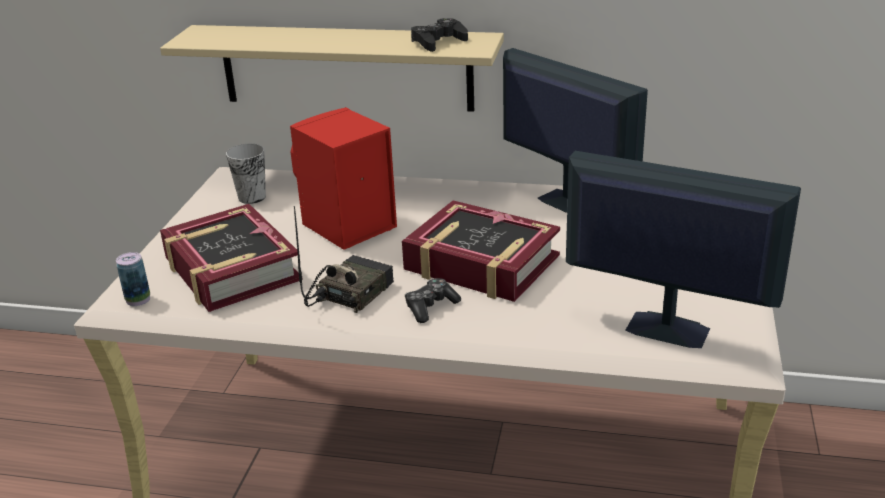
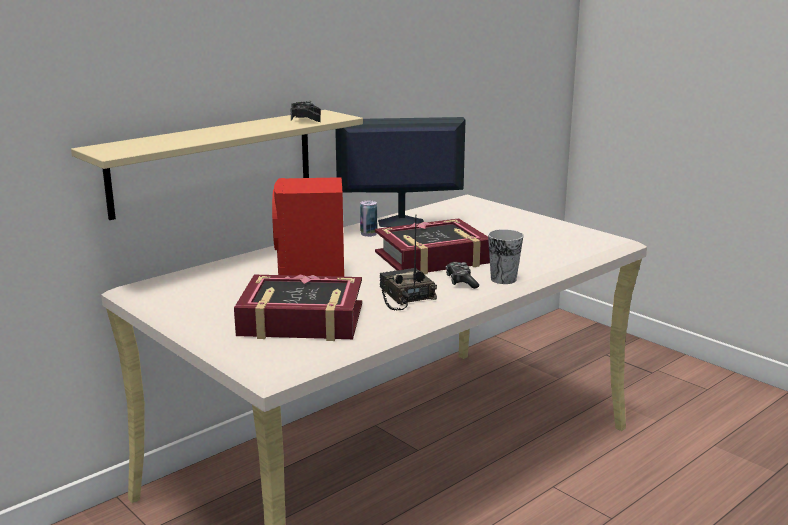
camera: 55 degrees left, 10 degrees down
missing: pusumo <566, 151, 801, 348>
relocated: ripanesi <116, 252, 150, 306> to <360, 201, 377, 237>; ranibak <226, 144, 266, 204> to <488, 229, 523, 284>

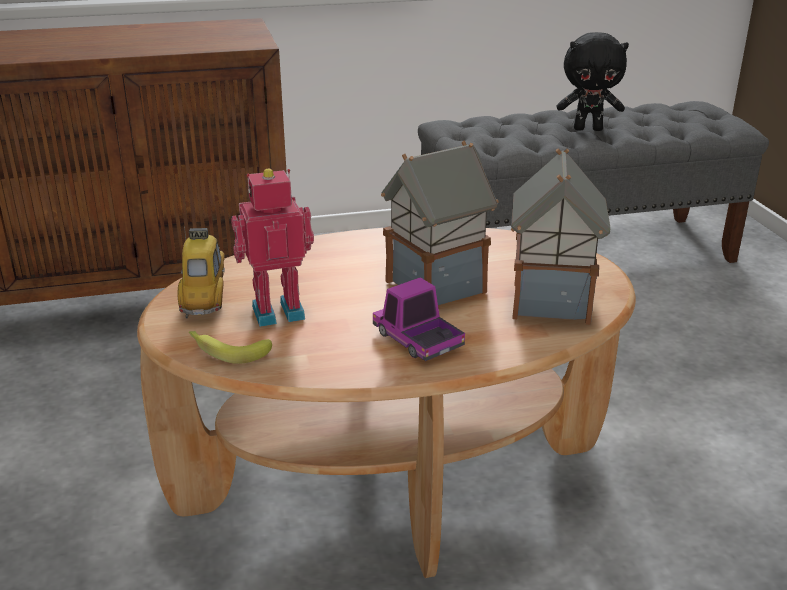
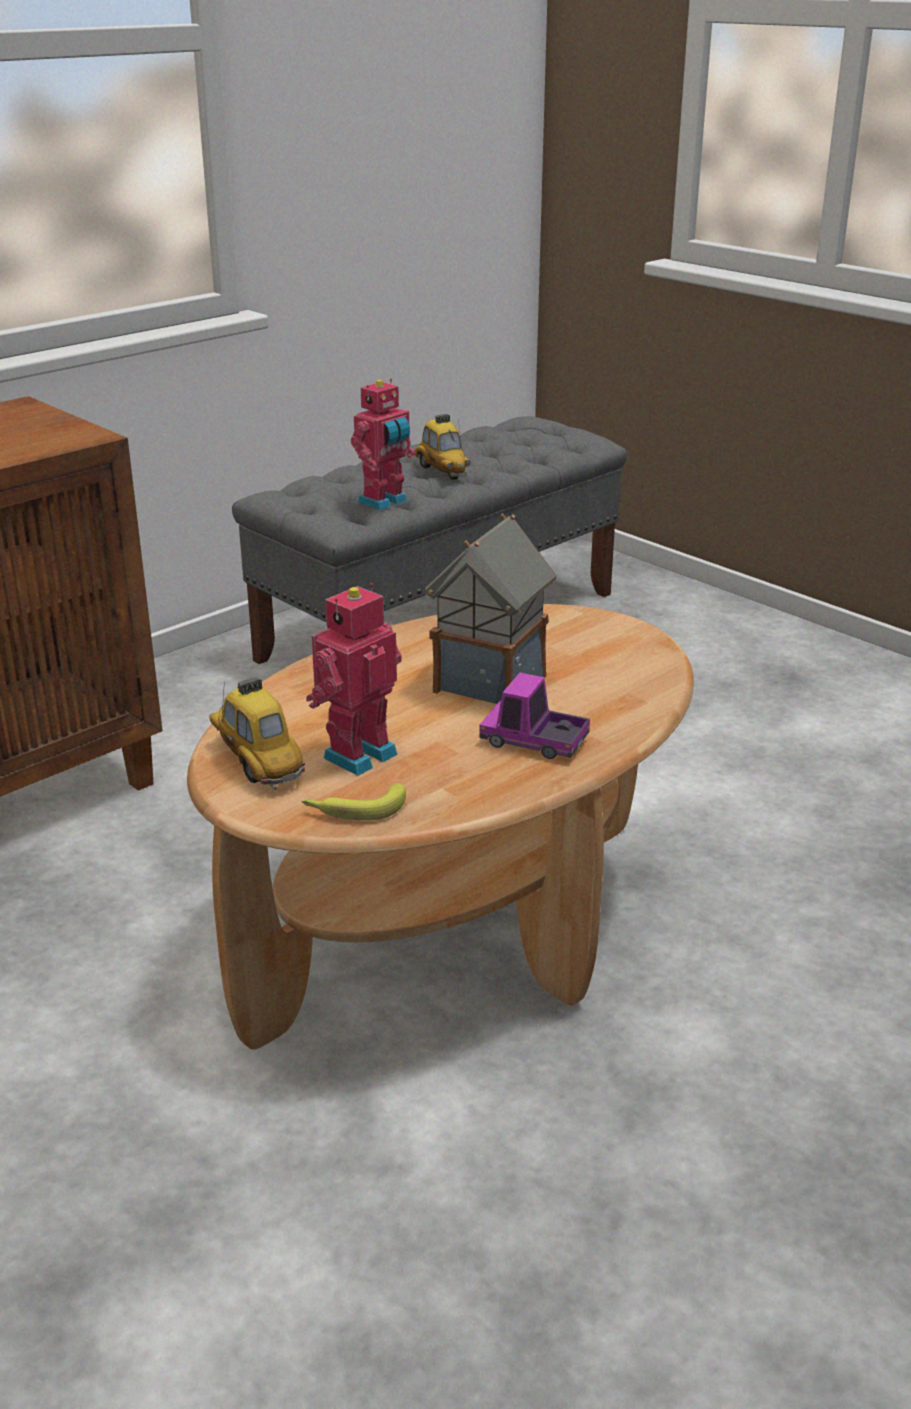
camera: 30 degrees left, 0 degrees up
missing: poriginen <511, 148, 611, 325>
appeared: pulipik <351, 379, 415, 510>
exchanged: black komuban <557, 32, 629, 131> to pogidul <415, 414, 471, 480>

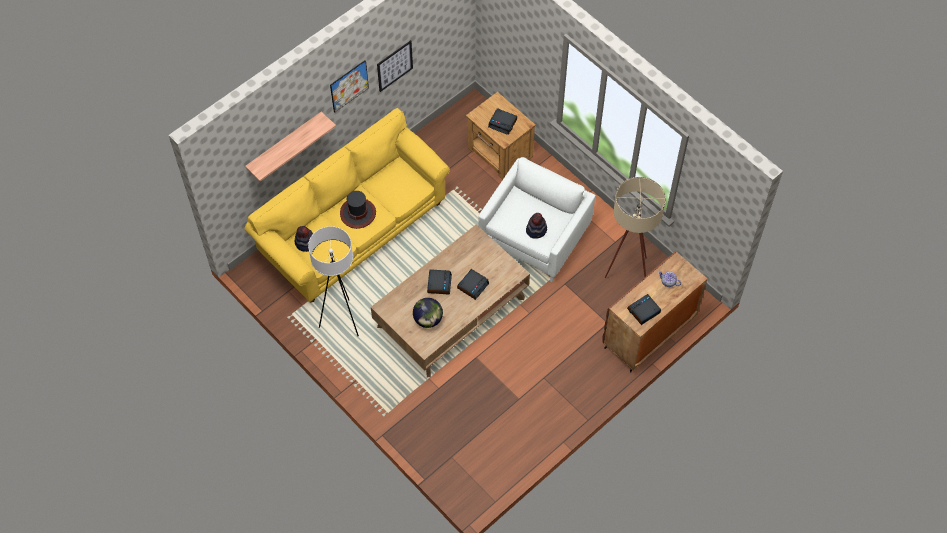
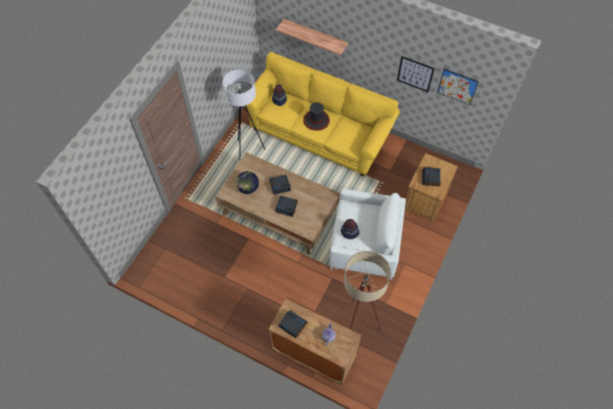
camera: 70 degrees right, 0 degrees up
relocated: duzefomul <330, 60, 369, 113> to <437, 69, 479, 105>

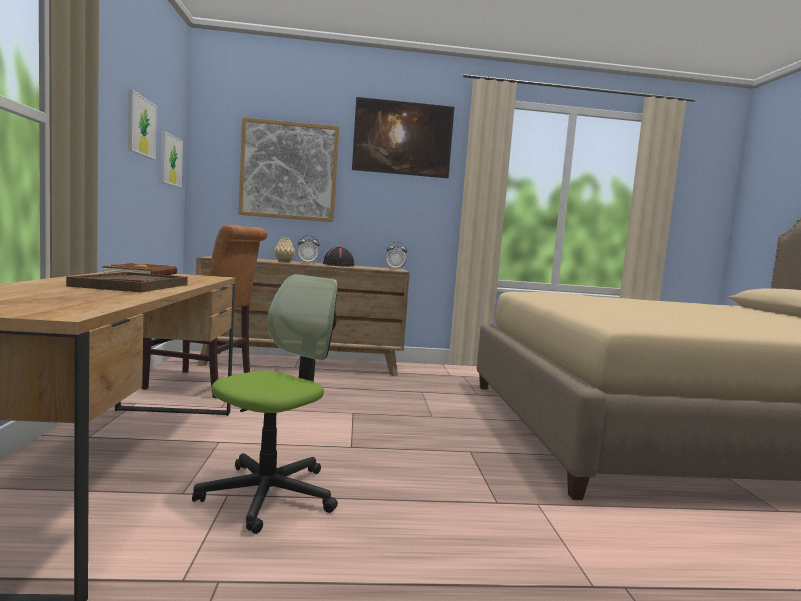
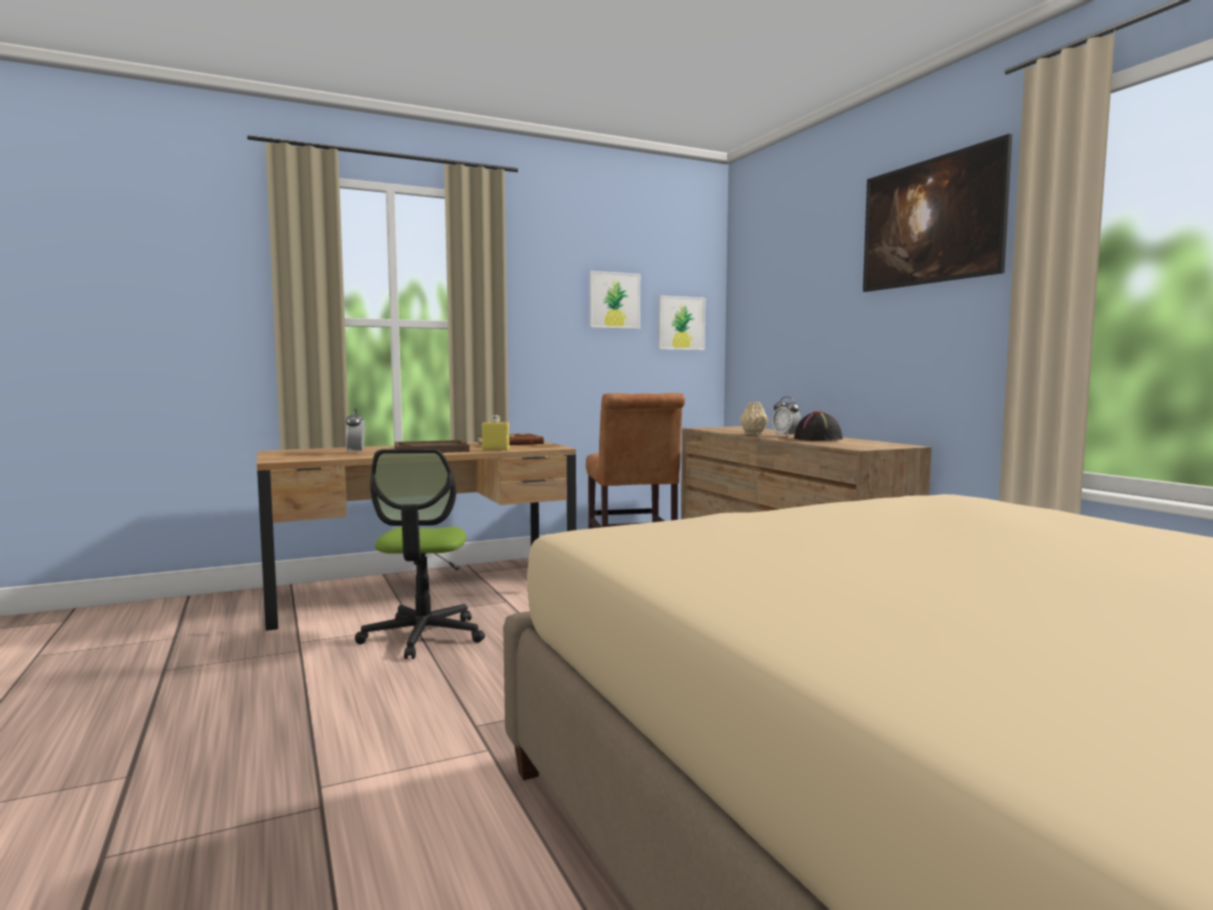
camera: 70 degrees right, 0 degrees up
missing: duzefomul <239, 117, 339, 222>
appeared: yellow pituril <482, 415, 509, 450>
relocated: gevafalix <386, 242, 407, 270> to <346, 409, 365, 453>
spun: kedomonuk <192, 274, 338, 534> = <355, 449, 485, 659> 75 degrees clockwise

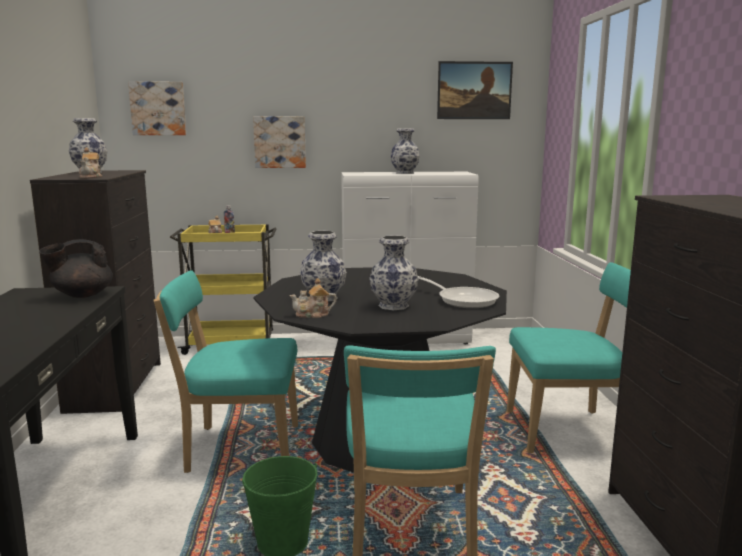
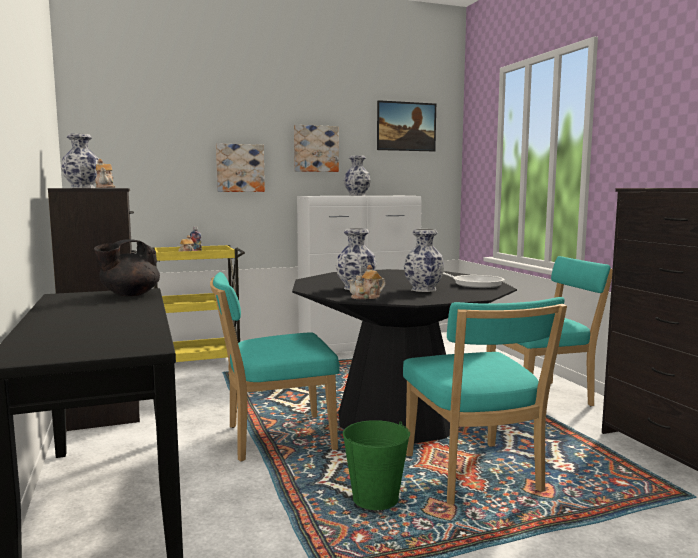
camera: 15 degrees left, 5 degrees down
relocated: duzefomul <128, 81, 186, 135> to <294, 125, 339, 172>

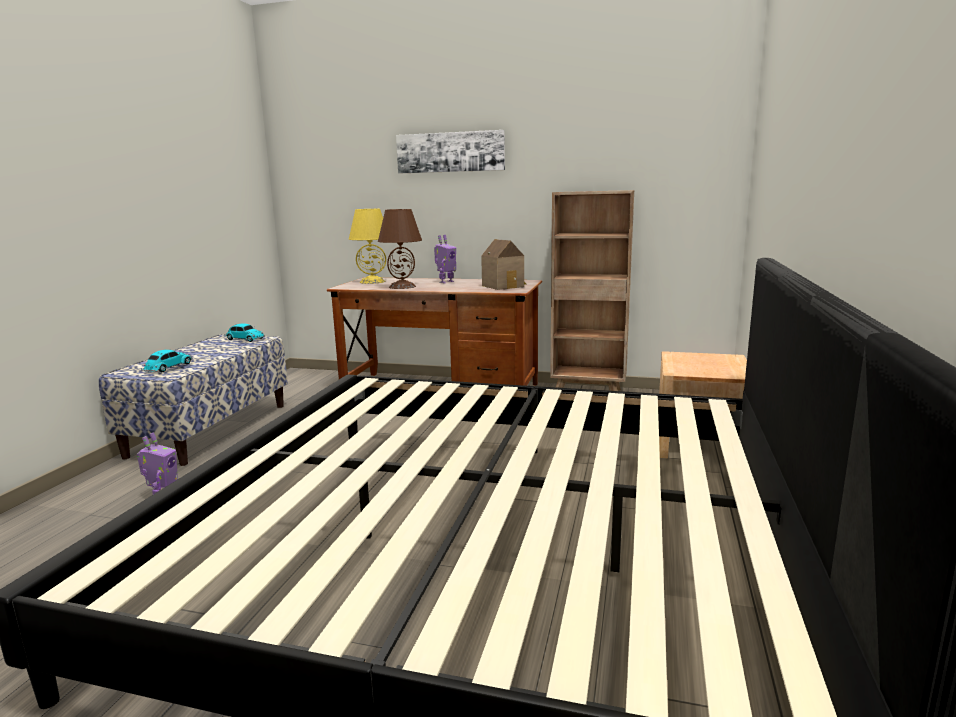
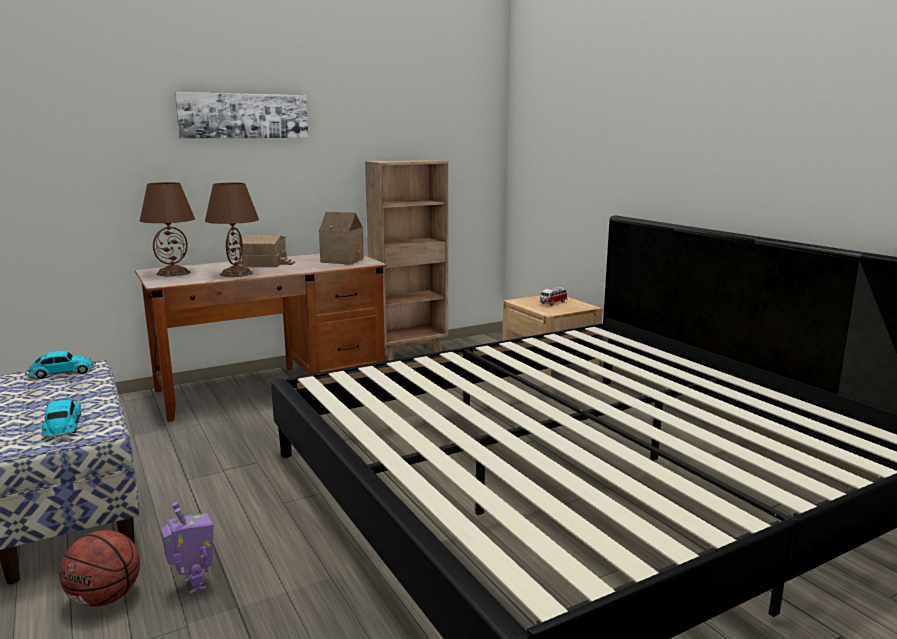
camera: 45 degrees left, 0 degrees up
appeared: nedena <59, 530, 140, 607>; pogidul <540, 287, 567, 306>
exchanged: pulipik <434, 235, 456, 283> to poriginen <237, 235, 295, 267>
colour: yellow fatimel <349, 209, 386, 284> to brown fatimel <140, 182, 195, 276>

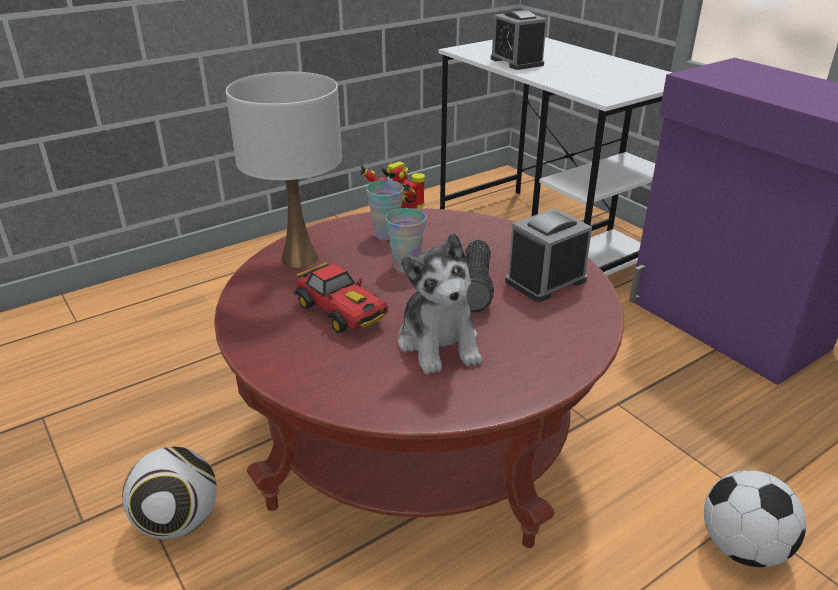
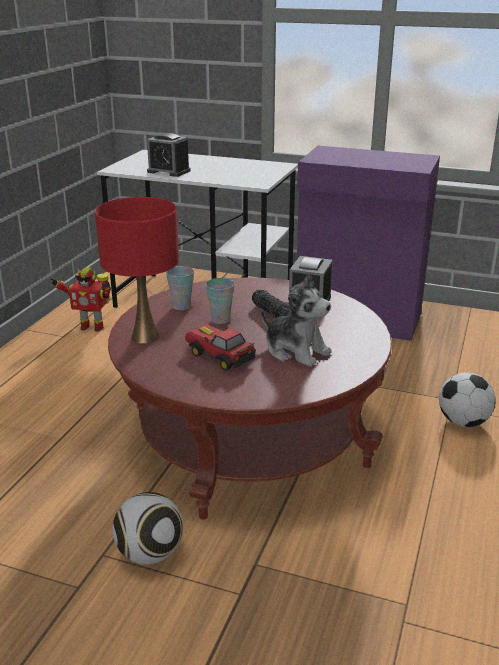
camera: 35 degrees left, 5 degrees down
colour: white fatimel <226, 72, 342, 268> to red fatimel <95, 197, 179, 343>
spun: pogidul <293, 262, 388, 333> = <185, 324, 256, 370> 150 degrees counterclockwise

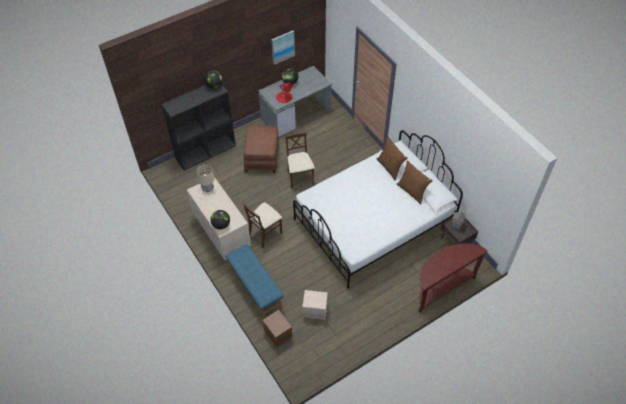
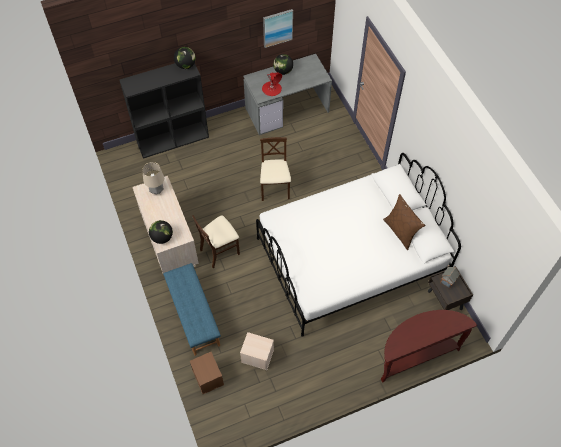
camera: 10 degrees right, 5 degrees up
missing: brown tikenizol <243, 125, 279, 173>; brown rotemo <377, 137, 407, 181>

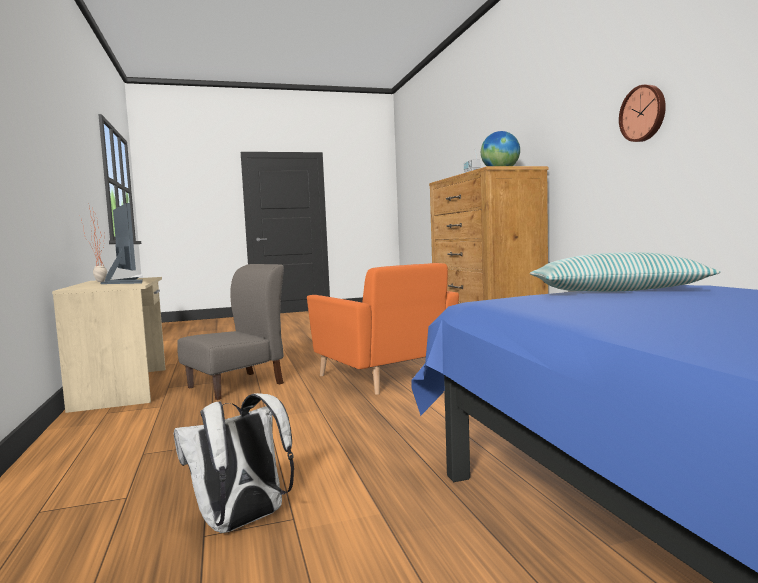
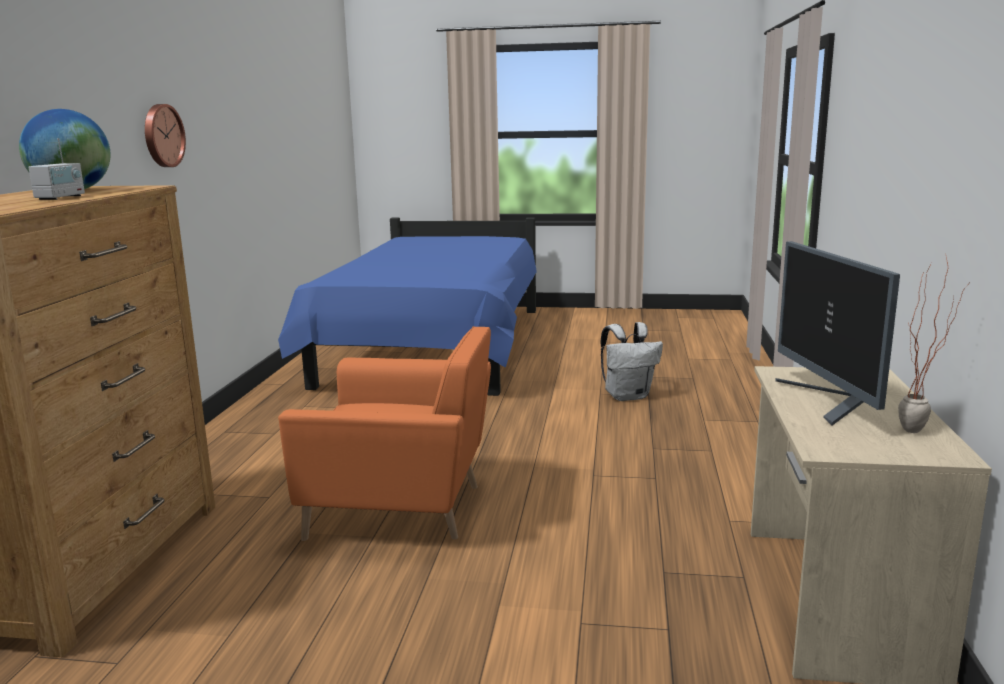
camera: 155 degrees left, 10 degrees up
missing: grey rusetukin <177, 264, 284, 400>; rotemo <530, 252, 720, 292>
spun: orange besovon <307, 263, 459, 395> = <278, 326, 491, 541> 105 degrees clockwise

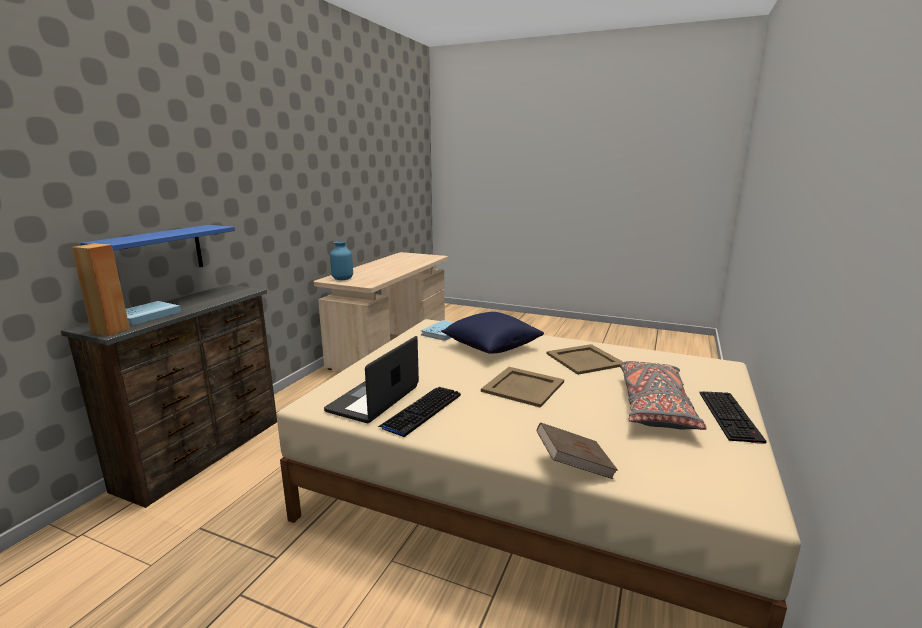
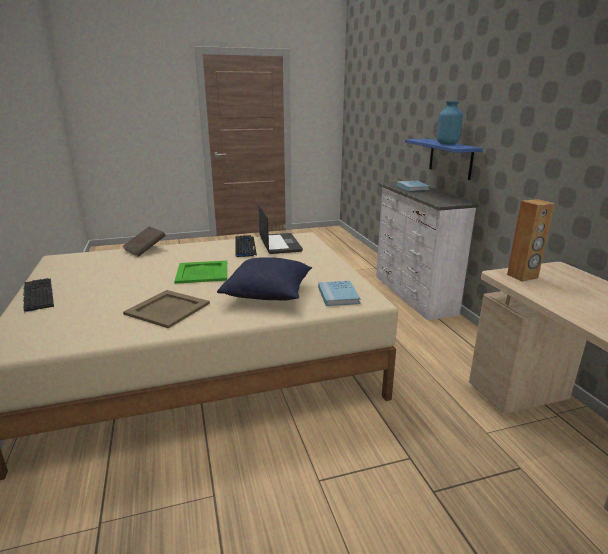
camera: 140 degrees right, 5 degrees up
missing: grey rotemo <620, 361, 707, 430>
relocated: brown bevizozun <72, 244, 130, 336> to <507, 199, 555, 282>; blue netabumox <330, 241, 353, 280> to <437, 101, 463, 144>
colour: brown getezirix <61, 284, 277, 508> to white getezirix <376, 182, 479, 320>; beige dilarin <481, 367, 564, 408> to green dilarin <174, 261, 227, 284>

